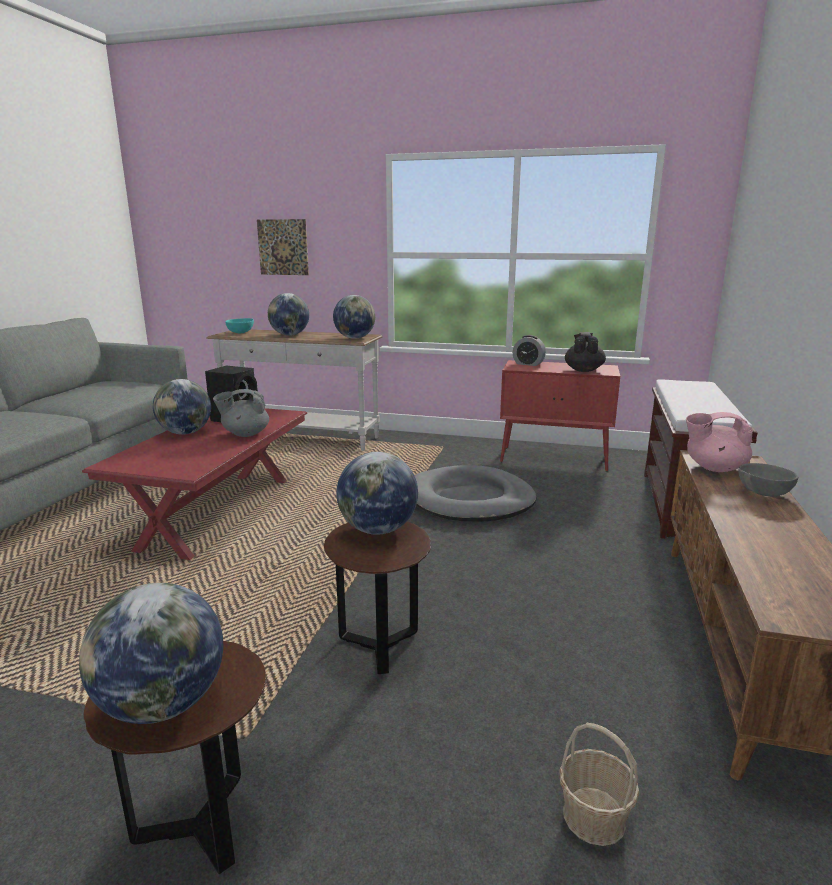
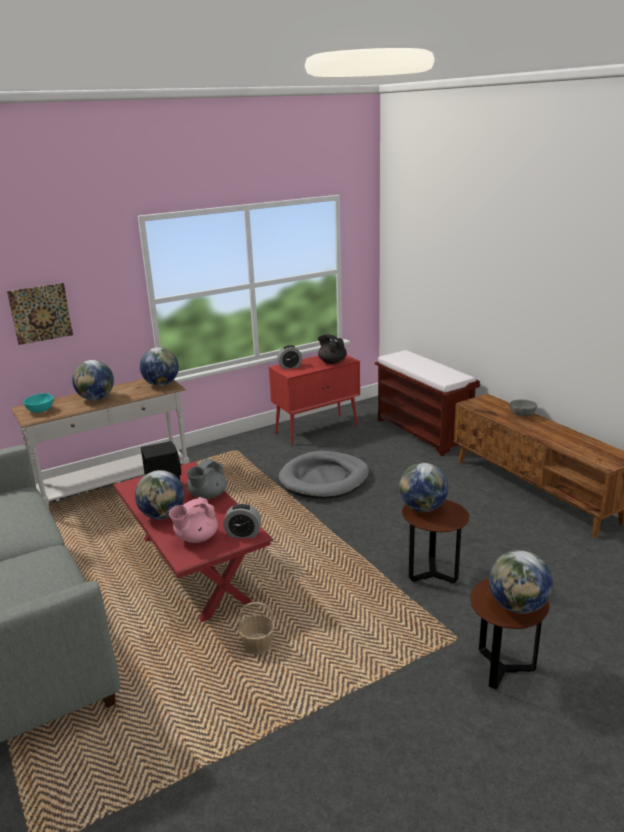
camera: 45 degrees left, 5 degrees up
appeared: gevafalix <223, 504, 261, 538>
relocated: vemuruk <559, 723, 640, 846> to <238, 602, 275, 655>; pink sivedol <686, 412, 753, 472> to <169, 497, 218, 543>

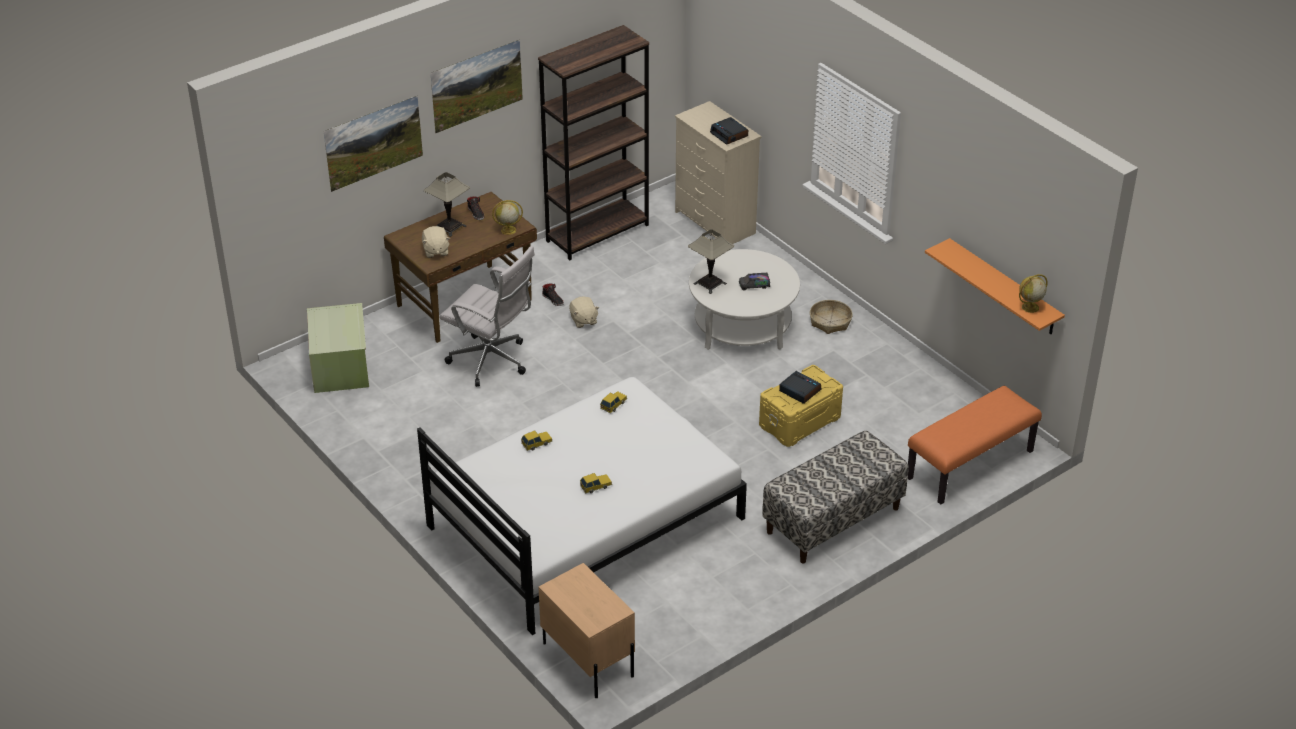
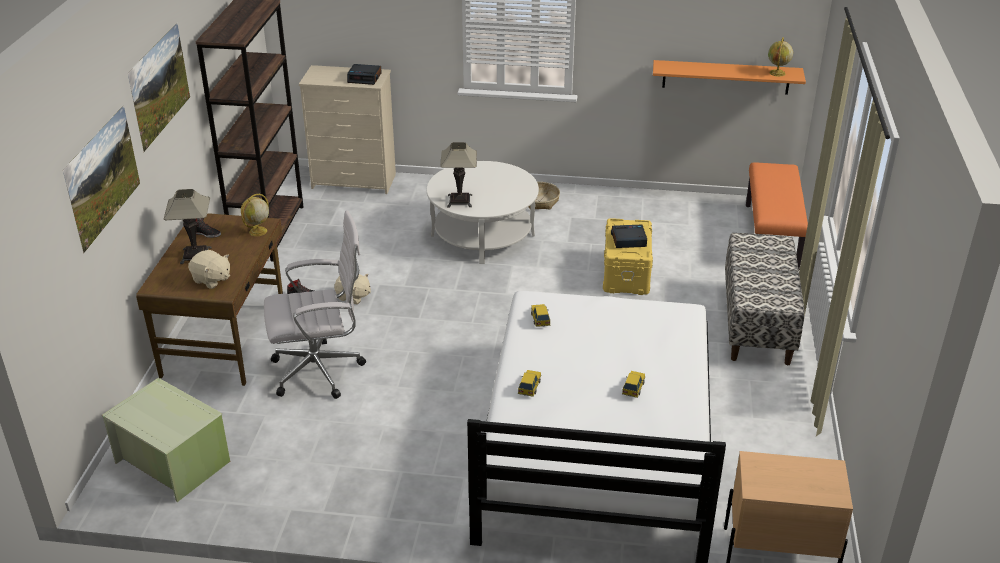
camera: 45 degrees left, 5 degrees down
missing: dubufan <739, 273, 770, 290>

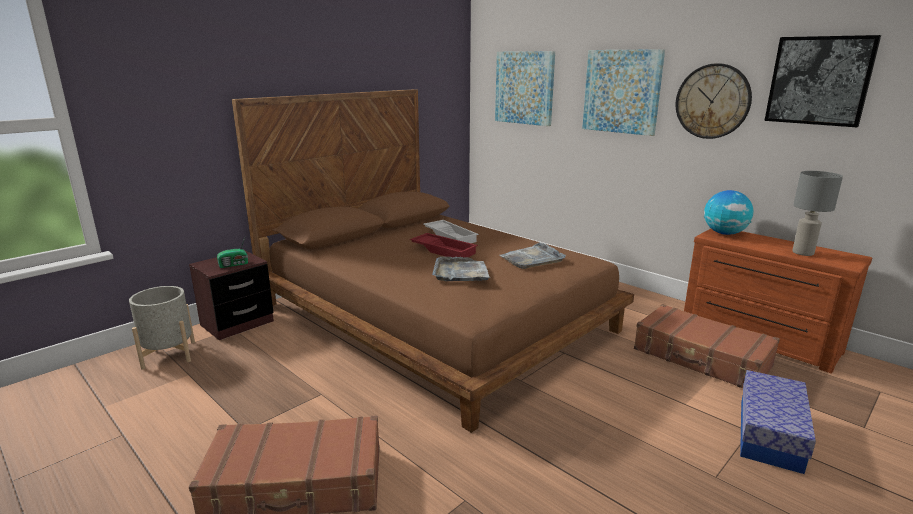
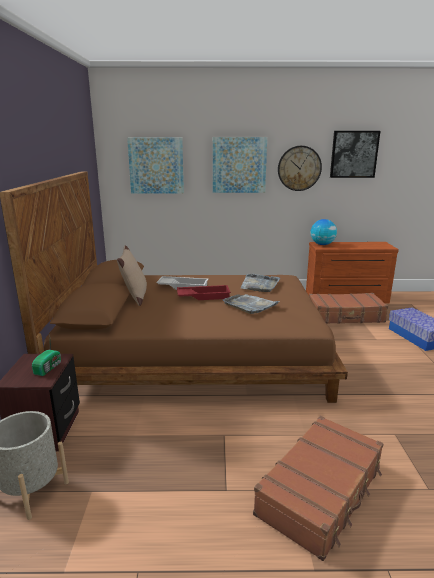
camera: 45 degrees left, 0 degrees up
missing: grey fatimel <792, 171, 843, 256>
appeared: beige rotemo <117, 245, 147, 306>

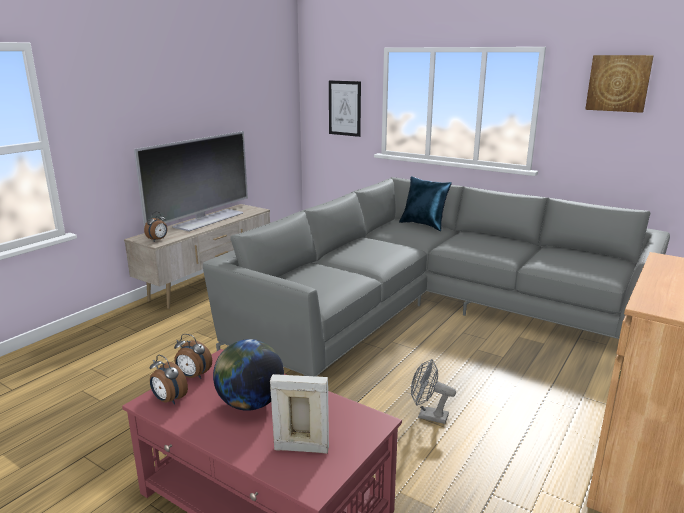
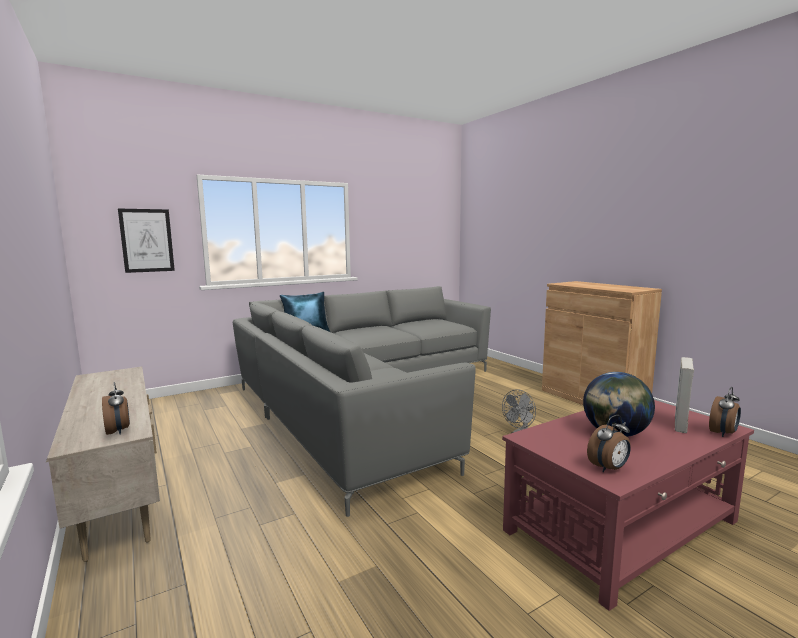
camera: 65 degrees left, 10 degrees down
missing: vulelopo <134, 131, 248, 231>; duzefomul <585, 55, 654, 113>
relocated: gevafalix <174, 334, 212, 379> to <709, 387, 741, 437>

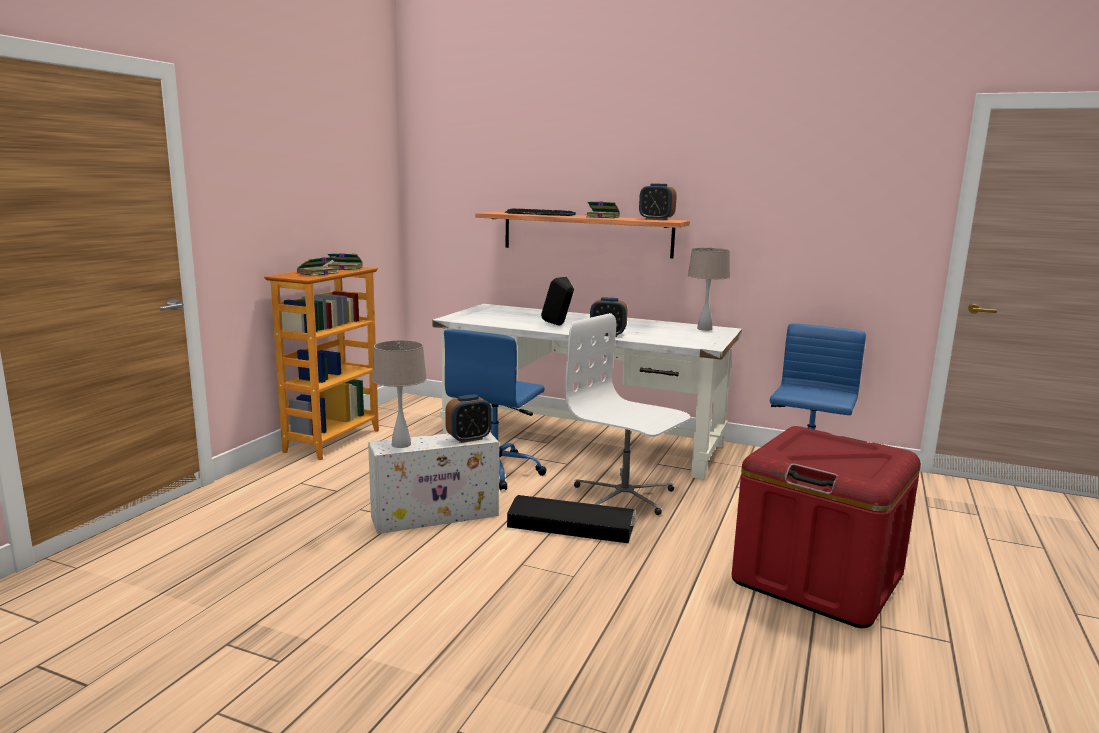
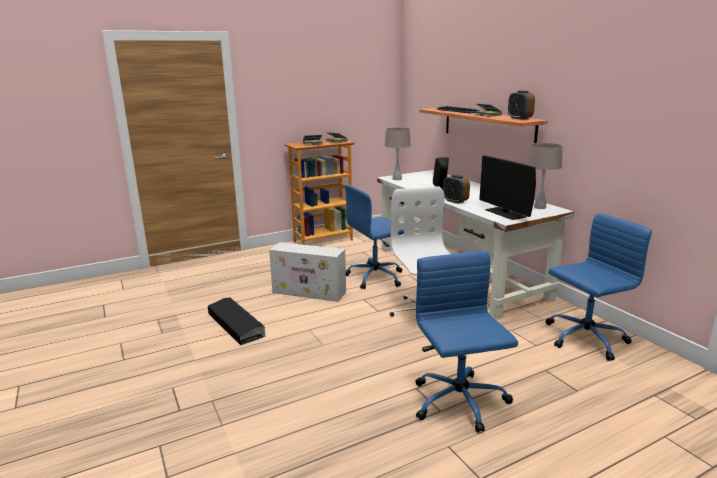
camera: 40 degrees right, 5 degrees up
missing: gevafalix <445, 394, 492, 443>
appeared: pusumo <479, 155, 536, 220>
relocated: beige fatimel <372, 340, 427, 448> to <385, 127, 411, 180>; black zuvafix <507, 495, 635, 543> to <208, 297, 265, 345>
exchanged: red zuvafix <732, 426, 921, 628> to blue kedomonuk <416, 251, 518, 433>

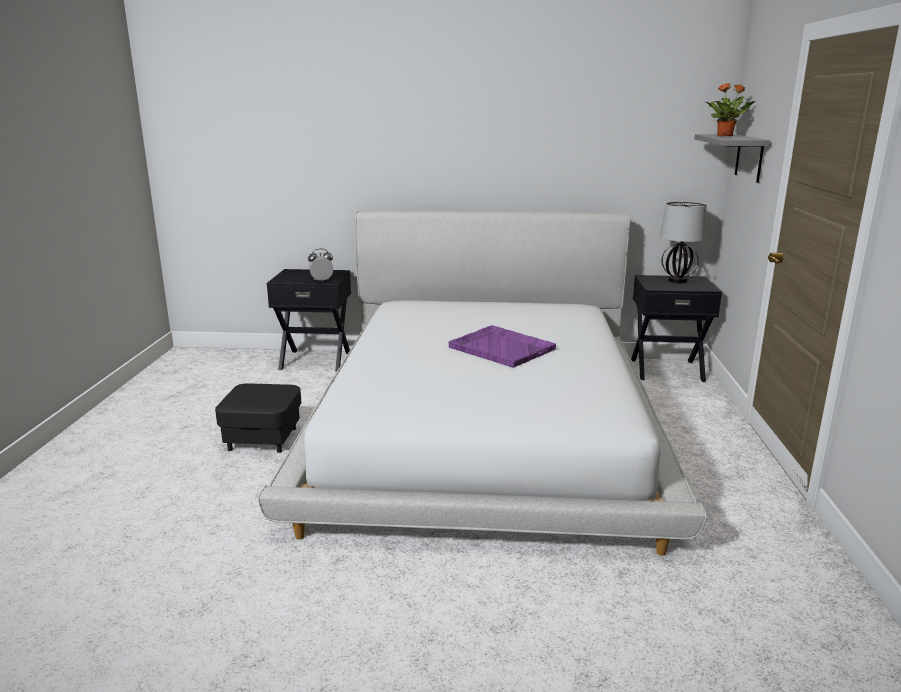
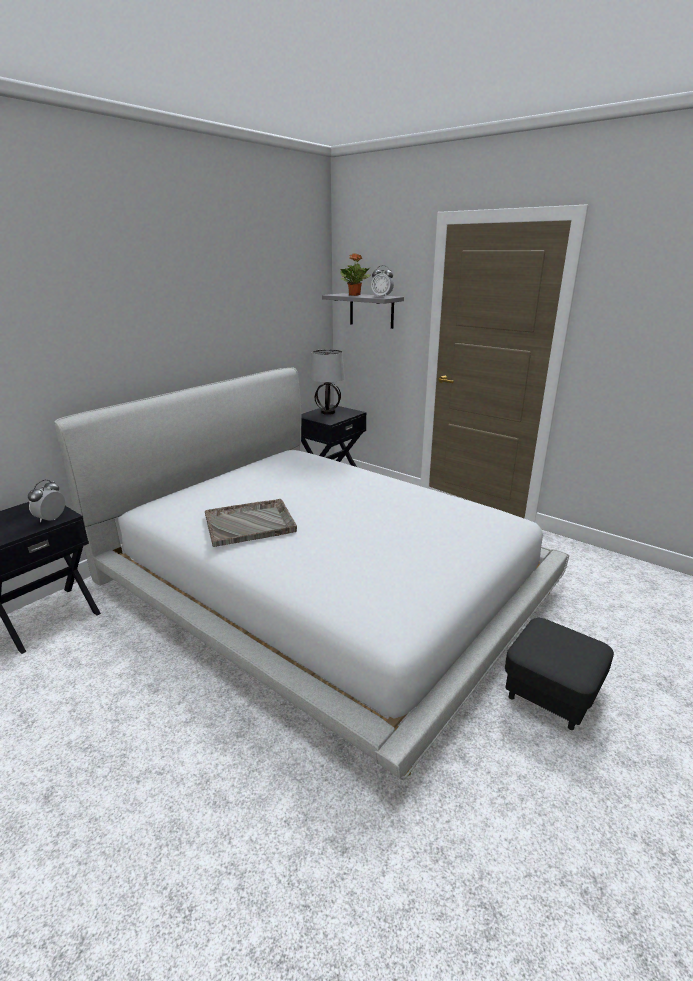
camera: 55 degrees left, 5 degrees up
missing: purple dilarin <449, 325, 556, 367>
appeared: grey dilarin <205, 499, 297, 547>; gevafalix <371, 265, 394, 298>
relocated: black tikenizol <215, 383, 301, 453> to <505, 618, 614, 730>

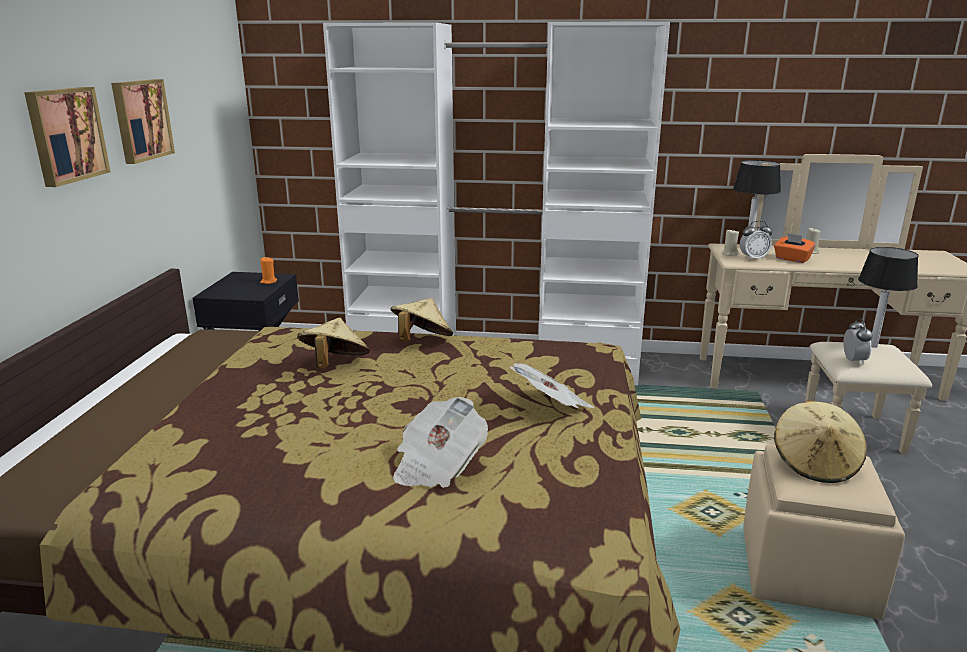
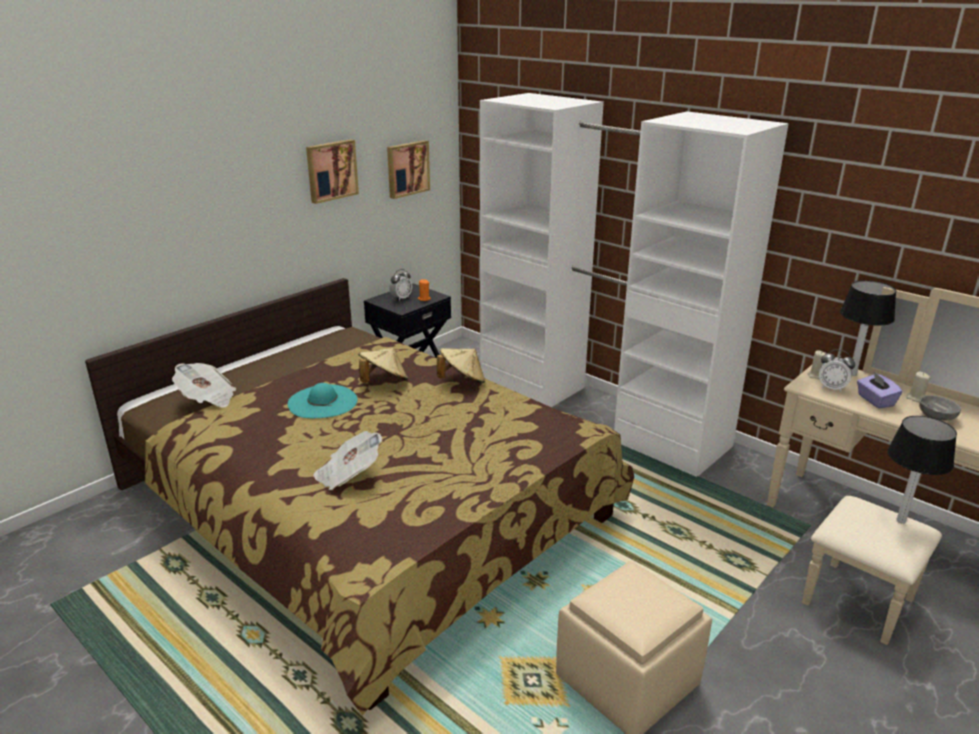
camera: 35 degrees right, 5 degrees up
missing: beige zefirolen <774, 401, 867, 483>
appeared: turquoise zefirolen <288, 383, 358, 418>; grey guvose <919, 395, 961, 421>
relocated: duzefomul <24, 87, 111, 187> to <387, 140, 430, 199>; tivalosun <510, 363, 594, 408> to <172, 363, 236, 407>; gevafalix <843, 318, 873, 365> to <389, 269, 412, 301>
colour: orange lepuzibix <774, 233, 816, 263> to purple lepuzibix <857, 372, 903, 408>

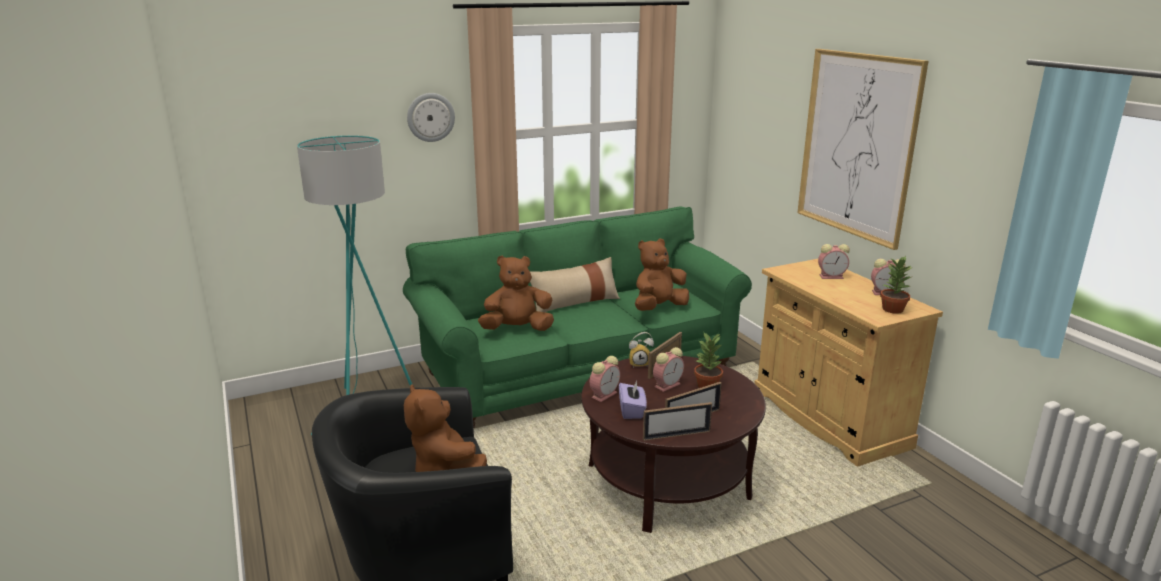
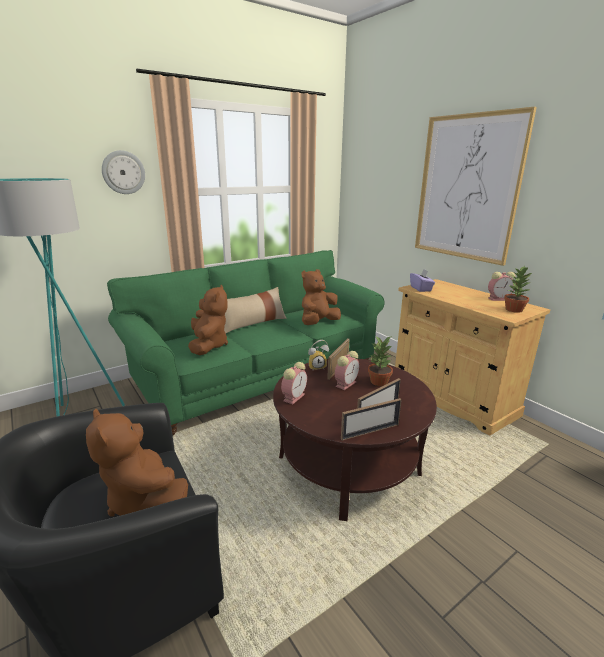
camera: 10 degrees left, 0 degrees up
missing: gevafalix <818, 244, 850, 279>
relocated: purple lepuzibix <619, 381, 647, 419> to <410, 269, 435, 292>
spun: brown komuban <478, 255, 554, 331> = <188, 285, 228, 355> 105 degrees clockwise

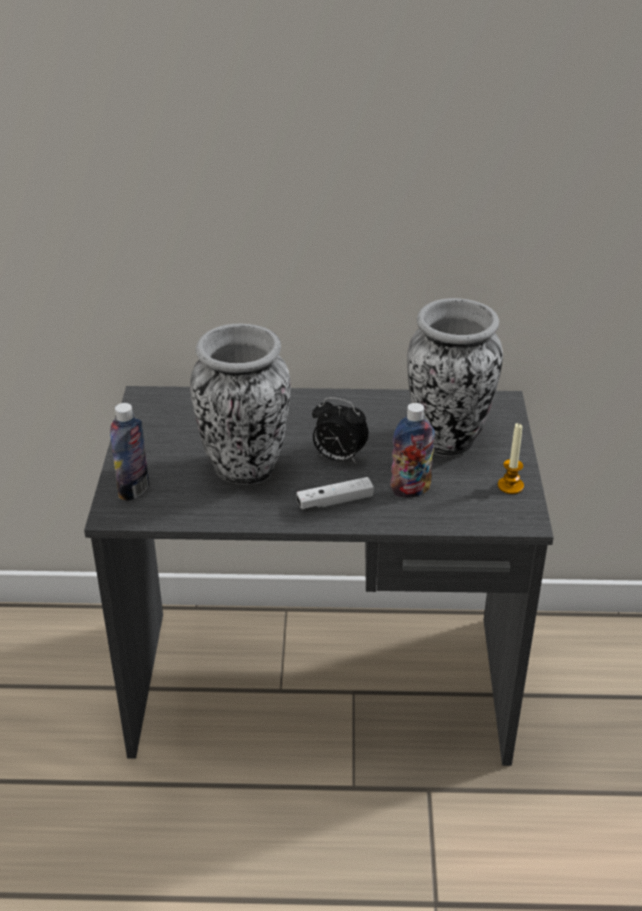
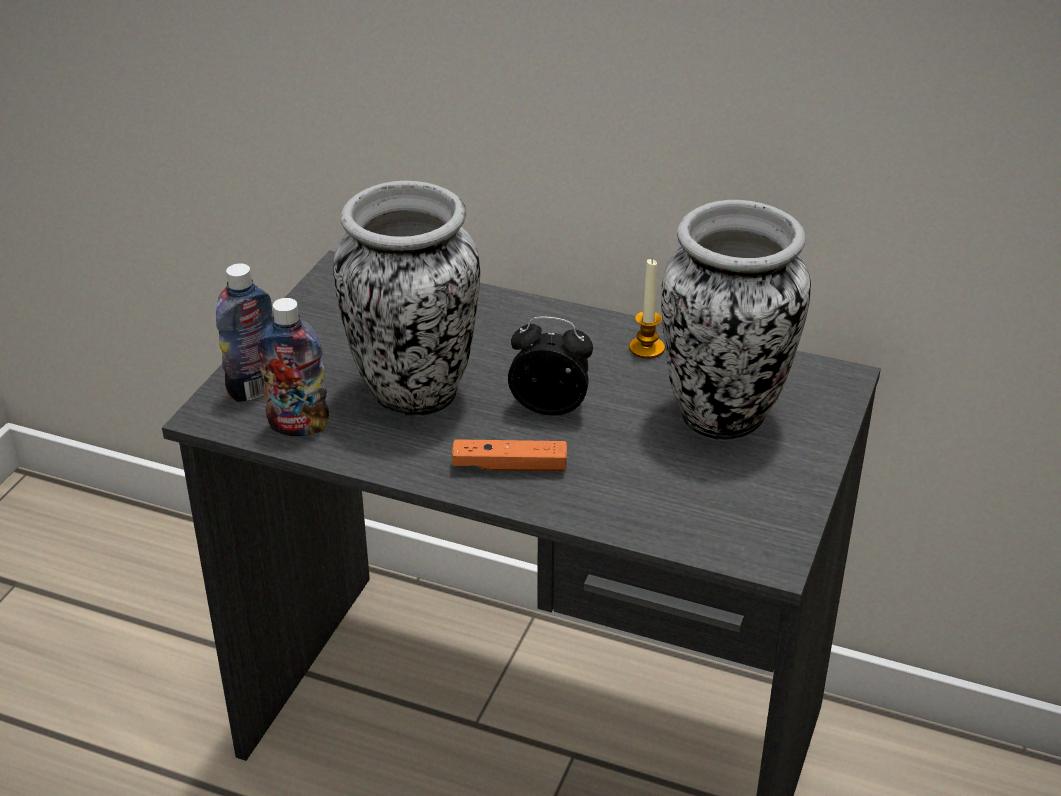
camera: 20 degrees right, 0 degrees up
relocated: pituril <390, 403, 435, 498> to <257, 298, 329, 436>; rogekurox <498, 423, 524, 494> to <629, 259, 665, 359>
colour: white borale <296, 477, 374, 509> to orange borale <452, 439, 567, 471>
spun: gevafalix <312, 397, 369, 463> = <508, 316, 593, 416> 150 degrees clockwise

